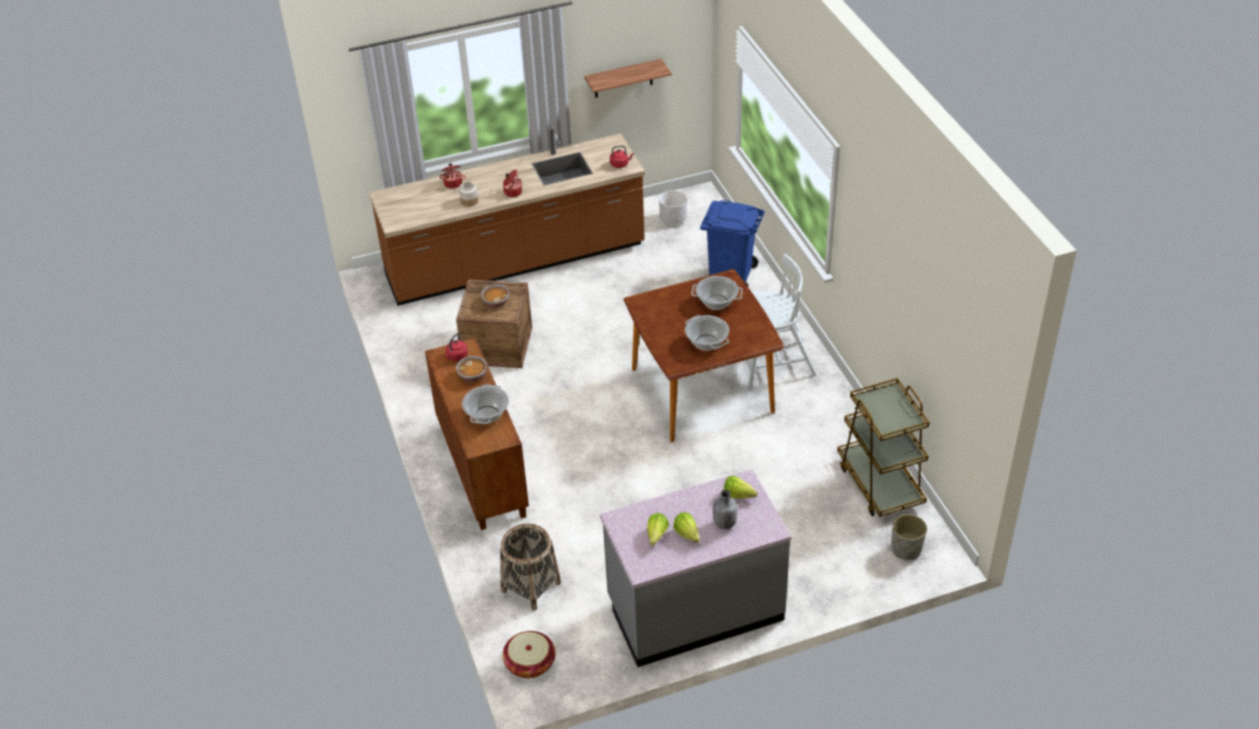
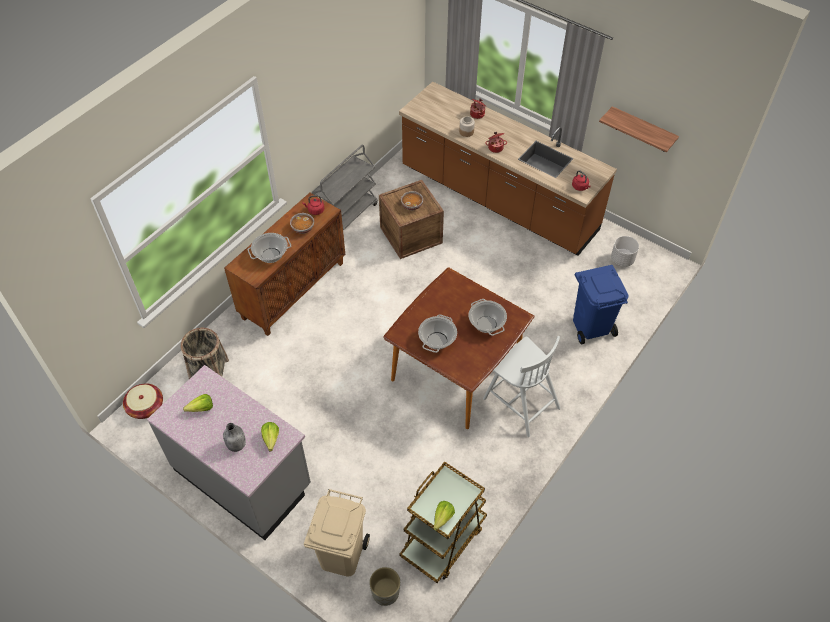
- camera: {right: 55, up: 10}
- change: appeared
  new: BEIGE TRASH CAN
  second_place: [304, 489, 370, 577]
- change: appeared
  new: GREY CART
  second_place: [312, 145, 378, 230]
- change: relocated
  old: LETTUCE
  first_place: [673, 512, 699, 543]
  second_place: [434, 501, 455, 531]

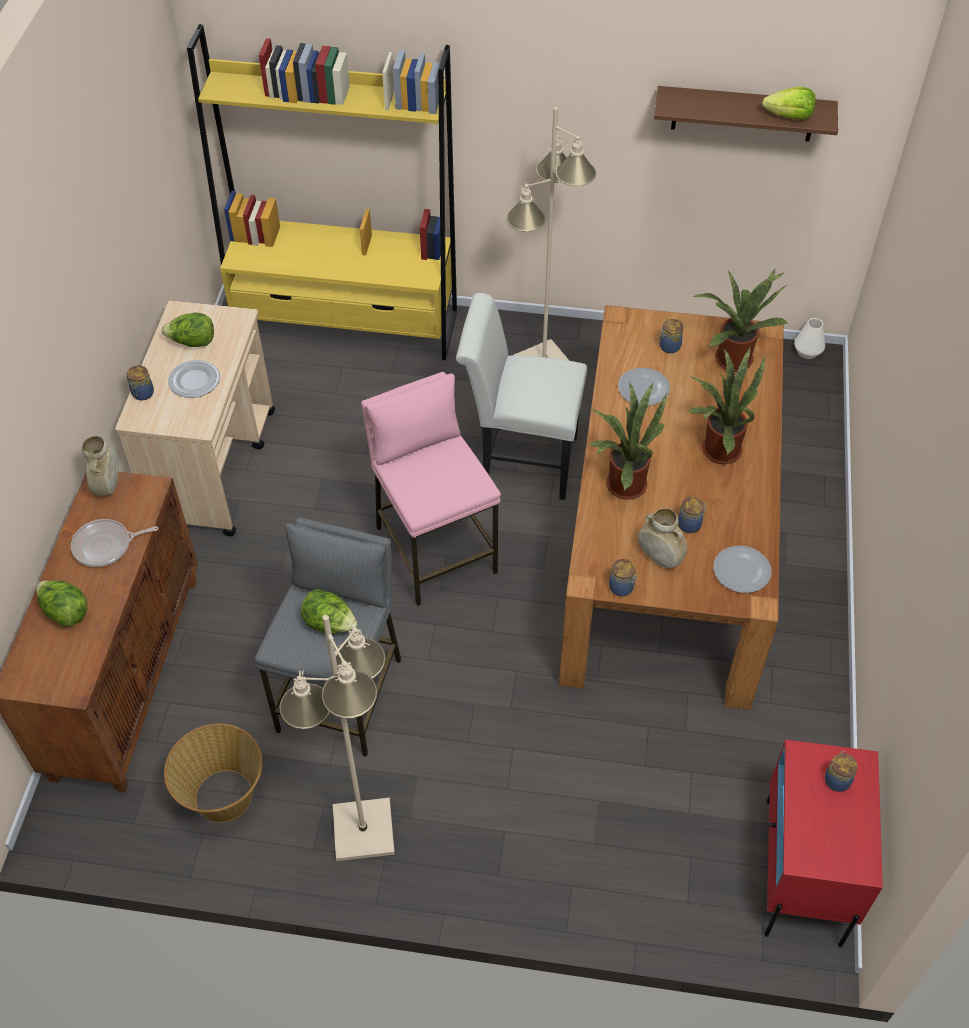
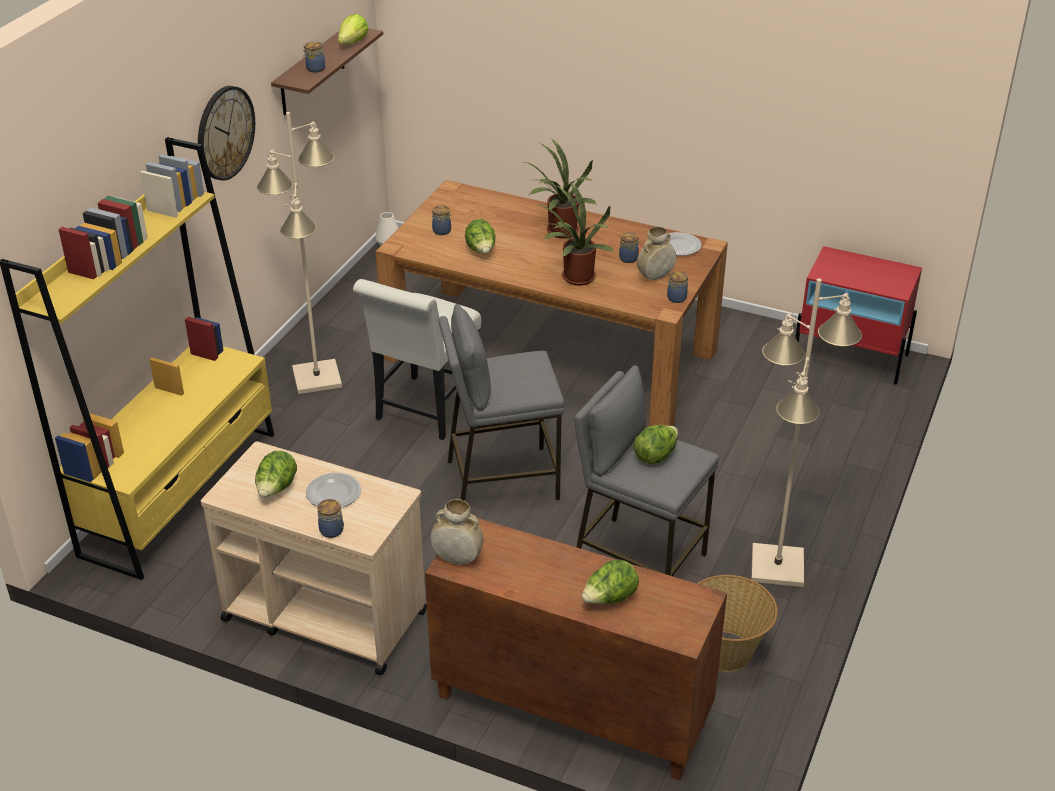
- camera: {right: -75, up: -15}
- change: missing
  old: FRYING PAN
  first_place: [71, 519, 158, 567]
- change: missing
  old: POTTED PLANT
  first_place: [692, 268, 789, 372]
- change: appeared
  new: WALL CLOCK
  second_place: [198, 86, 255, 181]
- change: relocated
  old: JAR
  first_place: [825, 751, 858, 792]
  second_place: [303, 41, 325, 72]
- change: exchanged
  old: PLATE
  new: LETTUCE
  first_place: [618, 368, 670, 406]
  second_place: [465, 219, 496, 253]
- change: colour
  old: PINK STOOL
  new: GREY STOOL
  first_place: [361, 372, 501, 606]
  second_place: [438, 304, 564, 501]

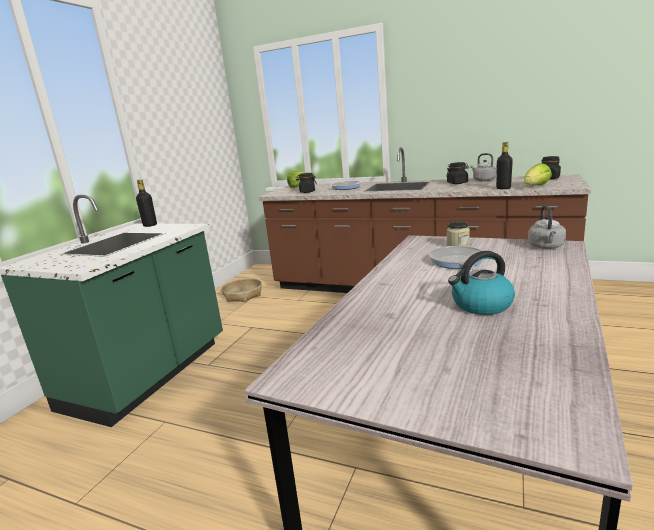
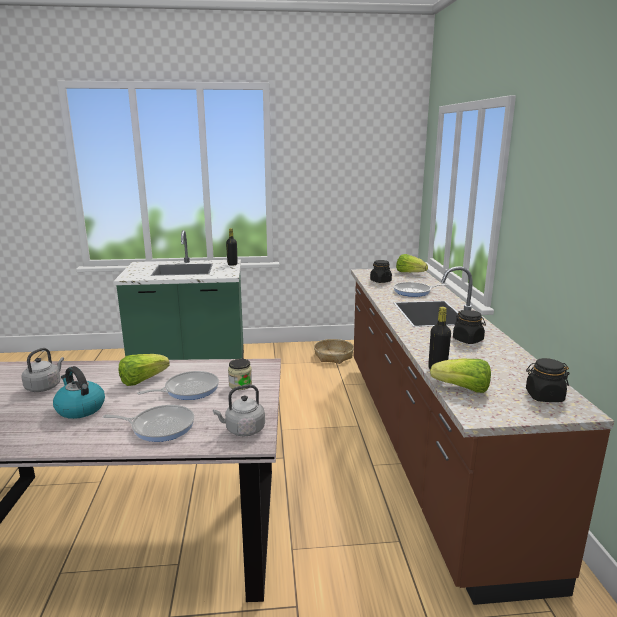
- camera: {right: 60, up: 0}
- change: appeared
  new: FRYING PAN
  second_place: [103, 405, 194, 442]
- change: appeared
  new: LETTUCE
  second_place: [119, 354, 170, 386]
- change: relocated
  old: GREY KETTLE
  first_place: [470, 153, 496, 182]
  second_place: [21, 348, 64, 392]

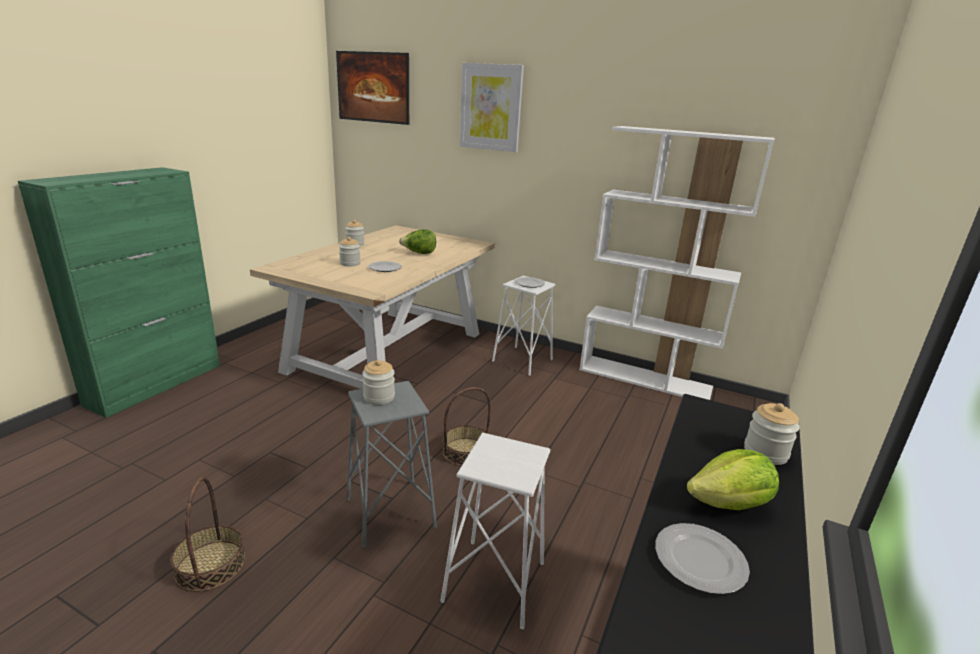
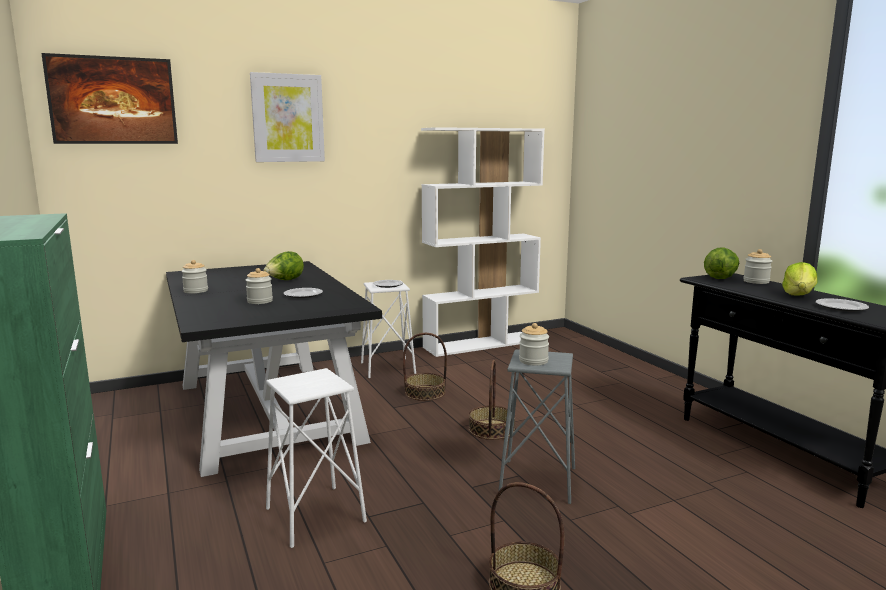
- camera: {right: -50, up: -10}
- change: appeared
  new: BASKET
  second_place: [403, 333, 447, 401]
- change: appeared
  new: LETTUCE
  second_place: [704, 247, 739, 279]
- change: relocated
  old: WHITE STOOL
  first_place: [440, 433, 550, 629]
  second_place: [266, 368, 367, 548]
- change: colour
  old: BEIGE DINING TABLE
  new: BLACK DINING TABLE
  first_place: [250, 225, 495, 389]
  second_place: [166, 261, 382, 477]

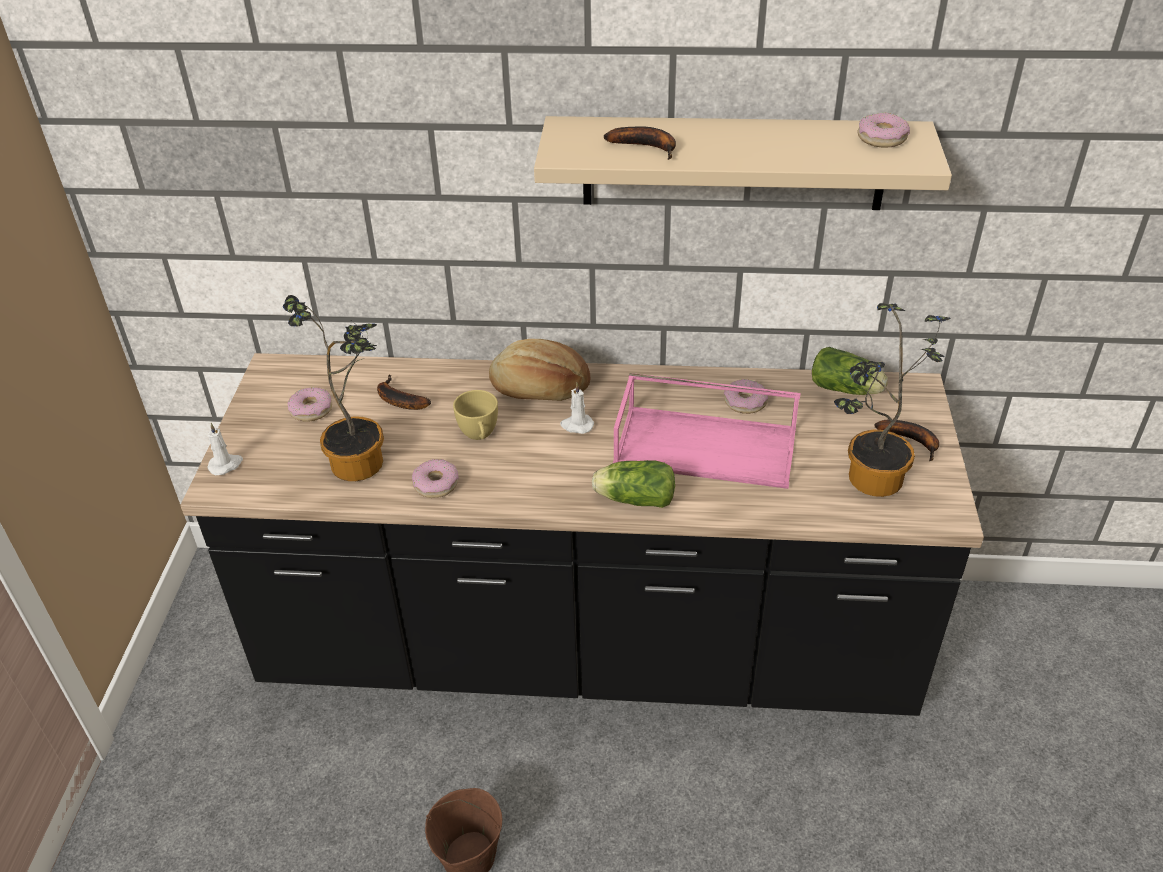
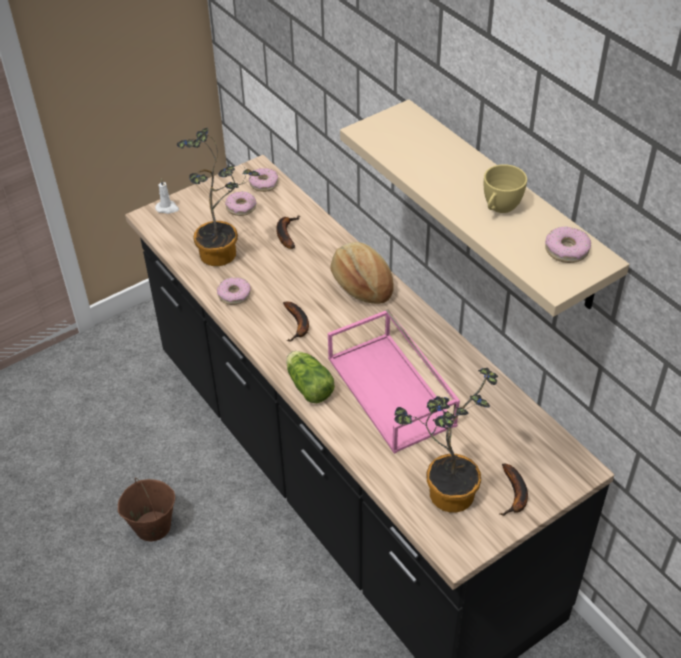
- camera: {right: 50, up: 5}
- change: missing
  old: WHITE CANDLE
  first_place: [560, 383, 594, 434]
- change: missing
  old: LETTUCE
  first_place: [812, 347, 888, 395]
- change: relocated
  old: YELLOW CUP
  first_place: [453, 390, 498, 440]
  second_place: [484, 164, 527, 213]
- change: relocated
  old: BANANA
  first_place: [604, 127, 676, 160]
  second_place: [283, 302, 309, 342]
- change: relocated
  old: DONUT
  first_place: [724, 379, 768, 414]
  second_place: [249, 168, 279, 192]

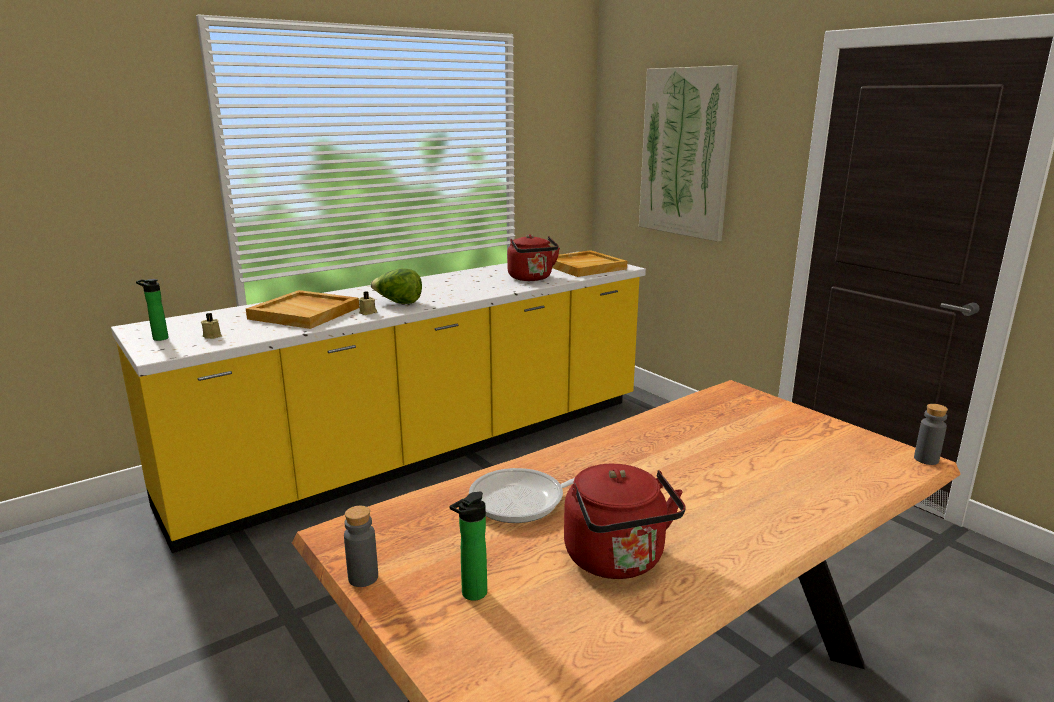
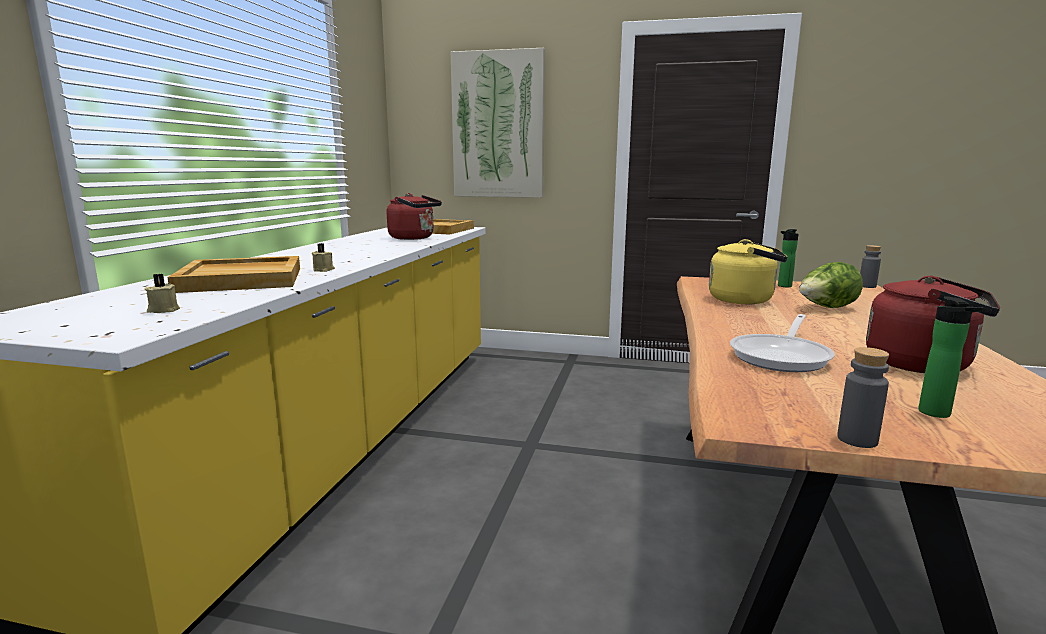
- camera: {right: -40, up: -5}
- change: appeared
  new: YELLOW KETTLE
  second_place: [709, 239, 787, 304]
- change: relocated
  old: BOTTLE
  first_place: [136, 279, 168, 341]
  second_place: [778, 229, 798, 287]
- change: relocated
  old: LETTUCE
  first_place: [370, 268, 422, 304]
  second_place: [799, 262, 863, 308]

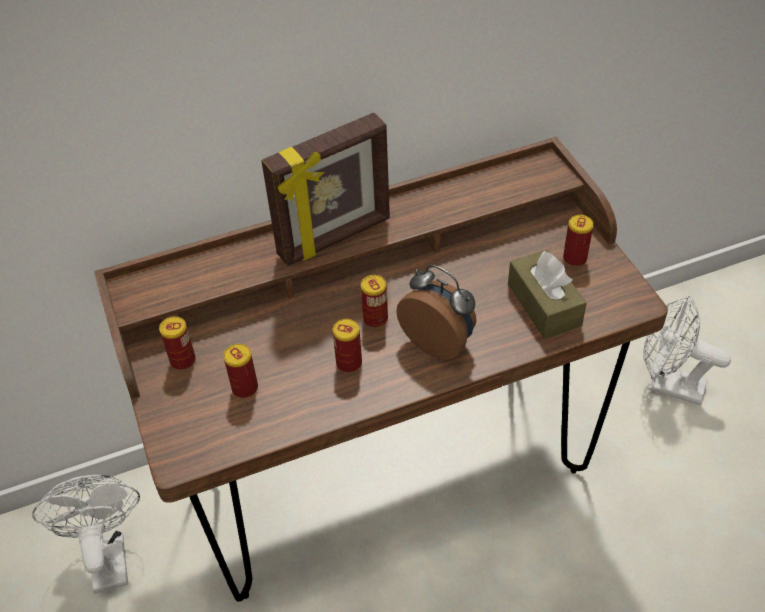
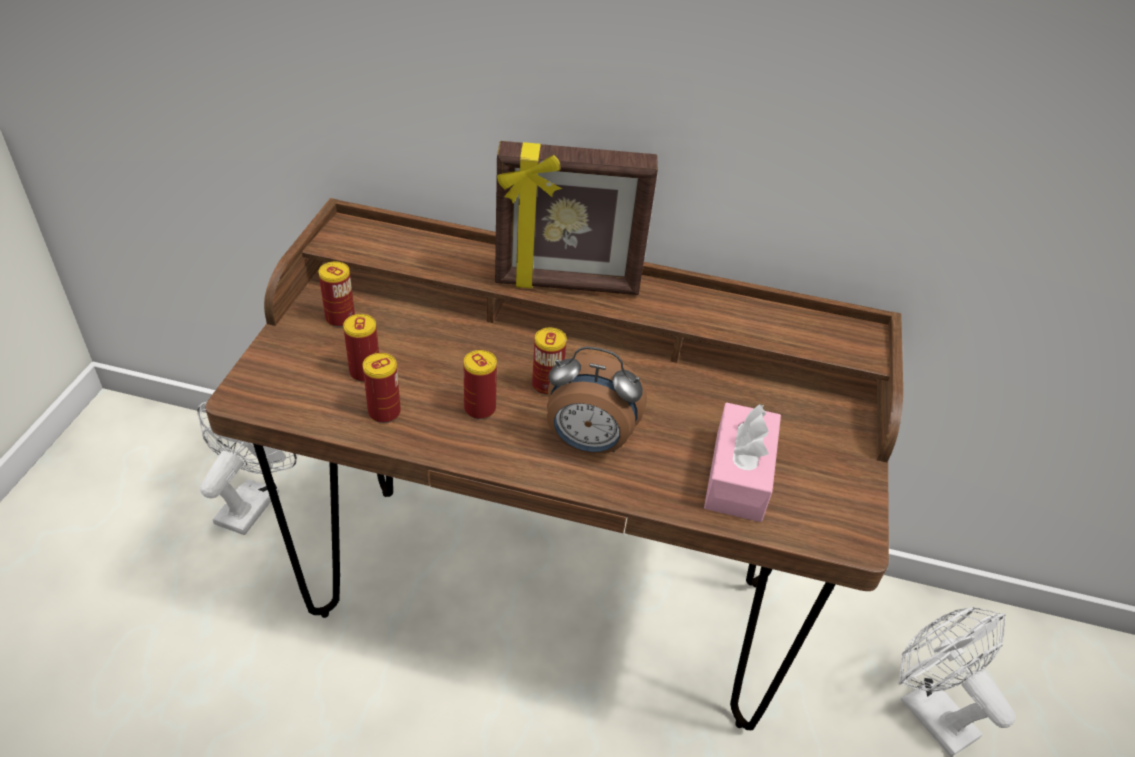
- camera: {right: 30, up: -5}
- change: relocated
  old: CAN
  first_place: [563, 215, 594, 267]
  second_place: [363, 353, 401, 423]
- change: colour
  old: BROWN TISSUE BOX
  new: PINK TISSUE BOX
  first_place: [508, 250, 587, 339]
  second_place: [704, 403, 781, 522]
- change: spun
  old: ALARM CLOCK
  first_place: [396, 265, 476, 360]
  second_place: [547, 347, 647, 454]
  degrees: 120

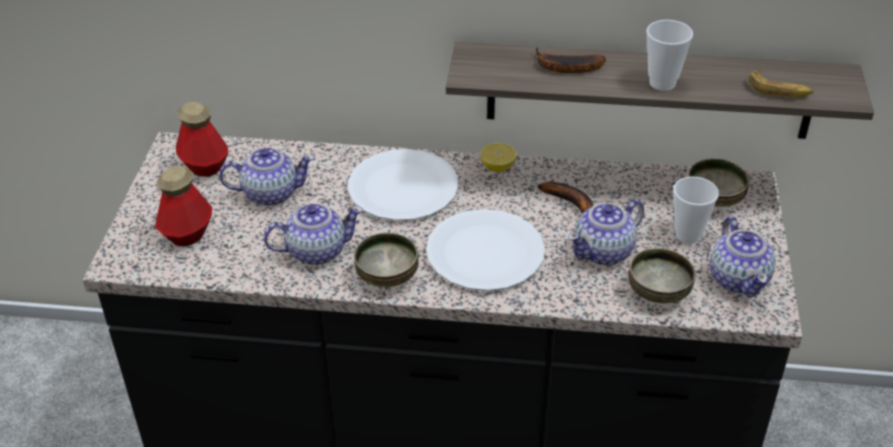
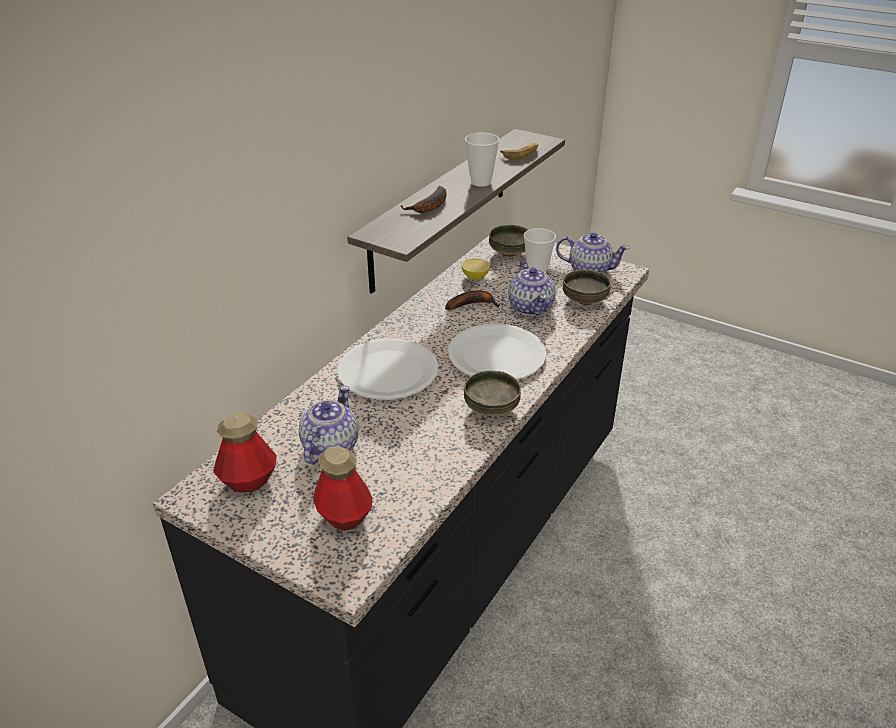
- camera: {right: -65, up: -5}
- change: missing
  old: TEAPOT
  first_place: [263, 203, 363, 265]
- change: relocated
  old: LEMON
  first_place: [480, 143, 517, 172]
  second_place: [461, 258, 490, 280]

